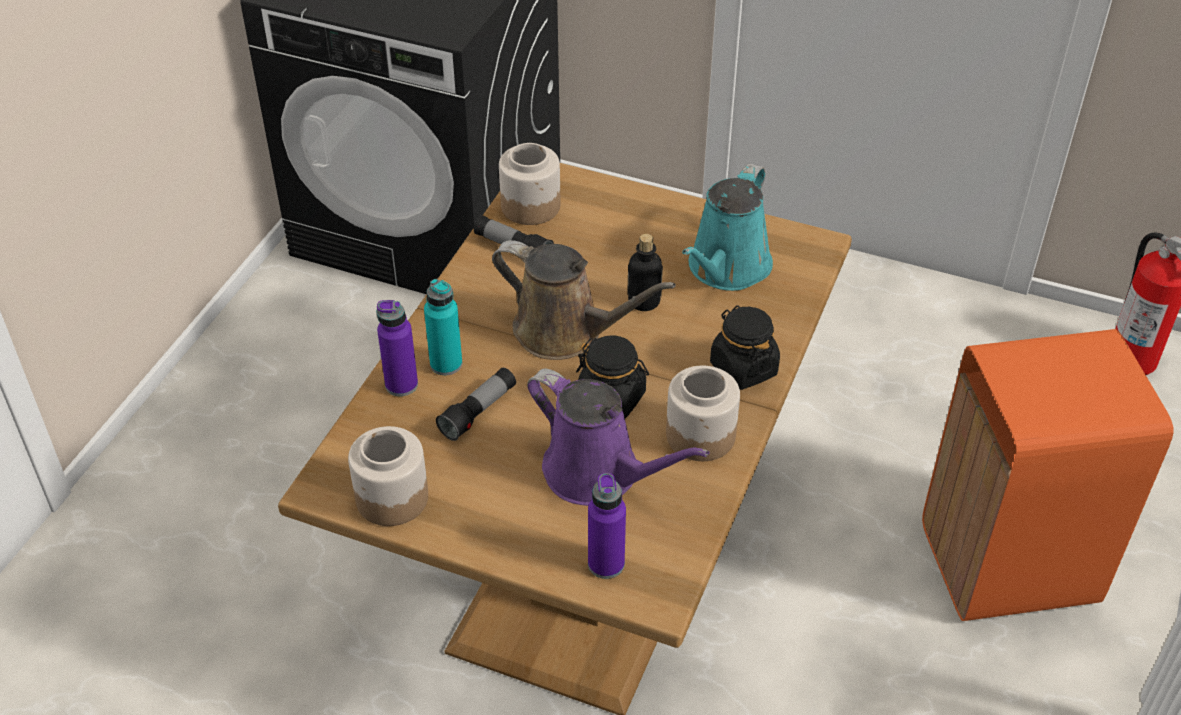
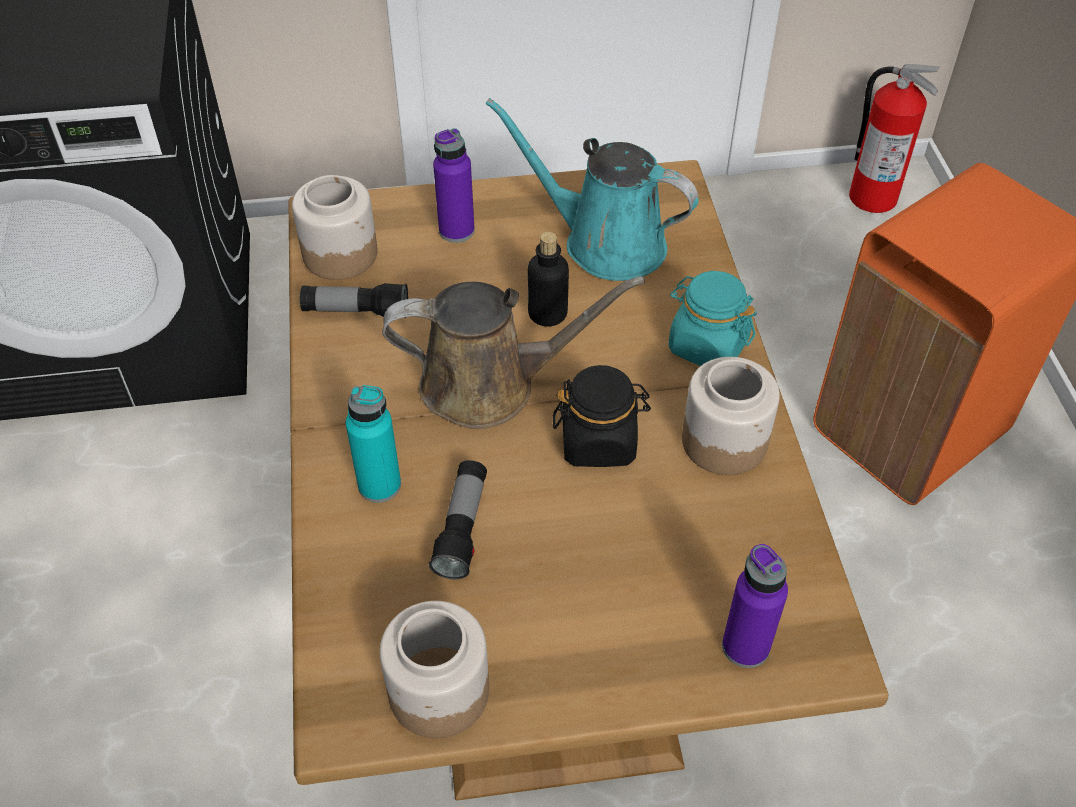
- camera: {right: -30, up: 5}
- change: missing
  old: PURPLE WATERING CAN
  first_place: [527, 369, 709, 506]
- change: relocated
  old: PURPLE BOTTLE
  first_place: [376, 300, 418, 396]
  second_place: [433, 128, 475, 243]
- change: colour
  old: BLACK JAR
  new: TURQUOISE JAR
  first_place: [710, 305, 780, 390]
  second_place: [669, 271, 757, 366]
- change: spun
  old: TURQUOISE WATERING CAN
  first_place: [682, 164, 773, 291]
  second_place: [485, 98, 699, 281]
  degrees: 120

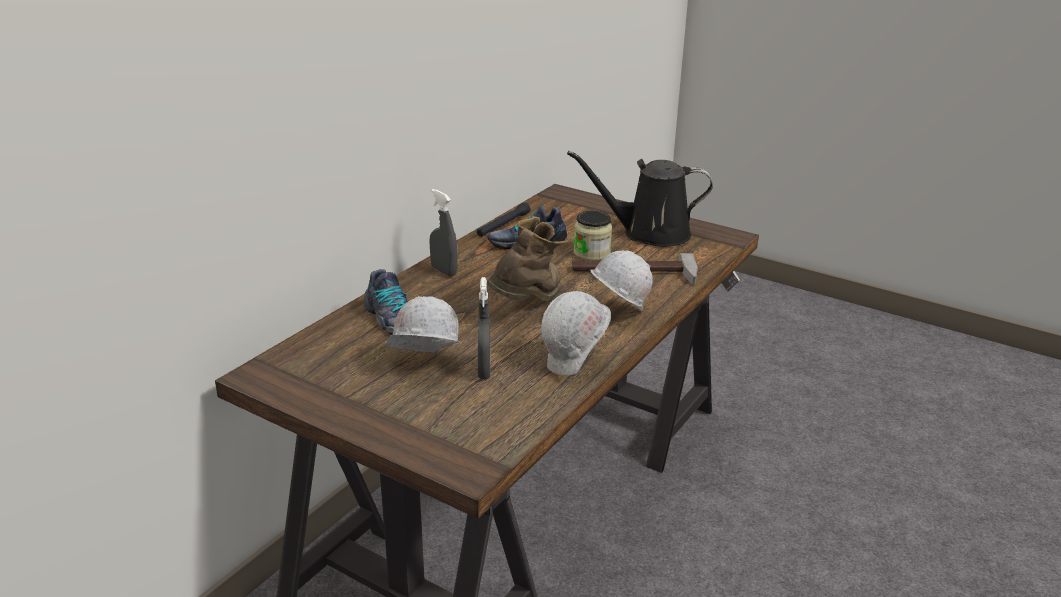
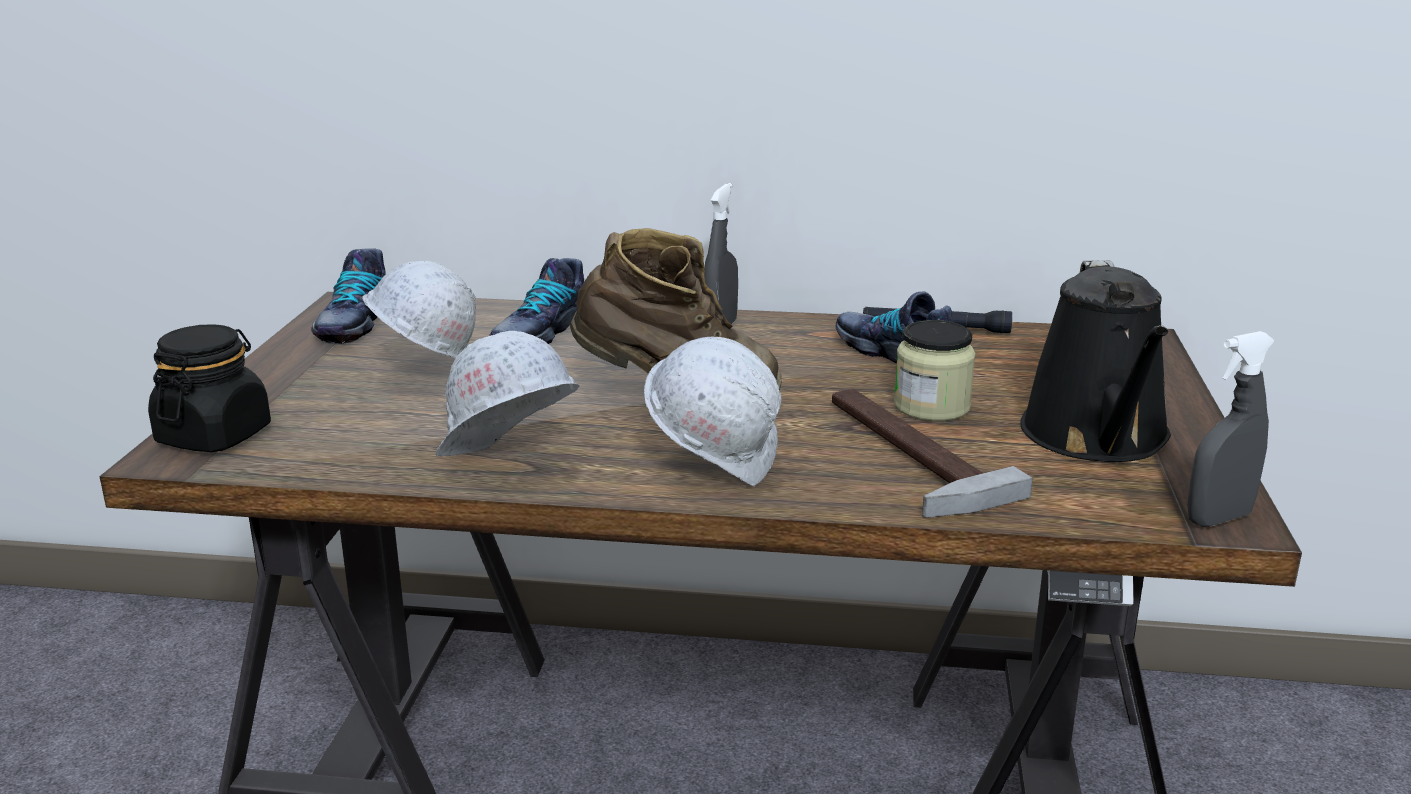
- camera: {right: 65, up: -5}
- change: appeared
  new: BLACK JAR
  second_place: [148, 324, 271, 452]
- change: appeared
  new: SHOE
  second_place: [311, 248, 386, 344]
- change: relocated
  old: GREY SPRAY BOTTLE
  first_place: [478, 277, 490, 379]
  second_place: [1187, 331, 1275, 527]
- change: spun
  old: BLACK WATERING CAN
  first_place: [567, 151, 713, 247]
  second_place: [1020, 260, 1171, 462]
  degrees: -150

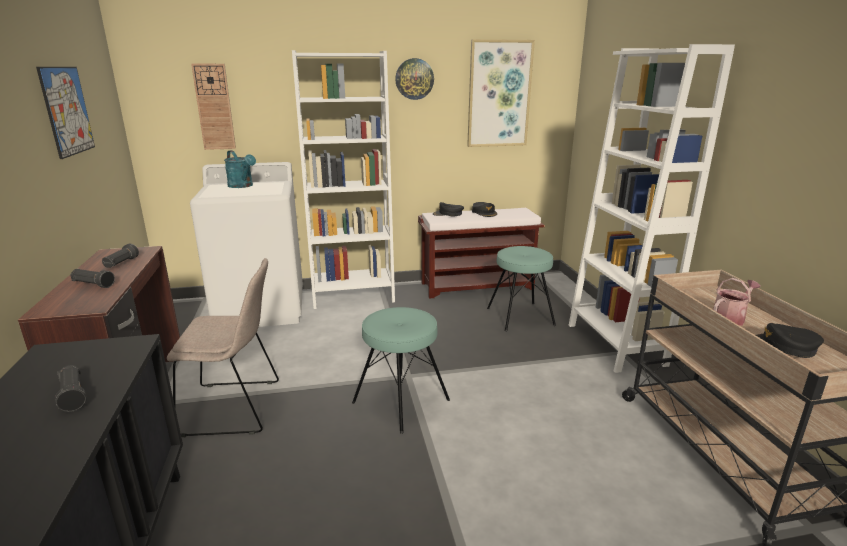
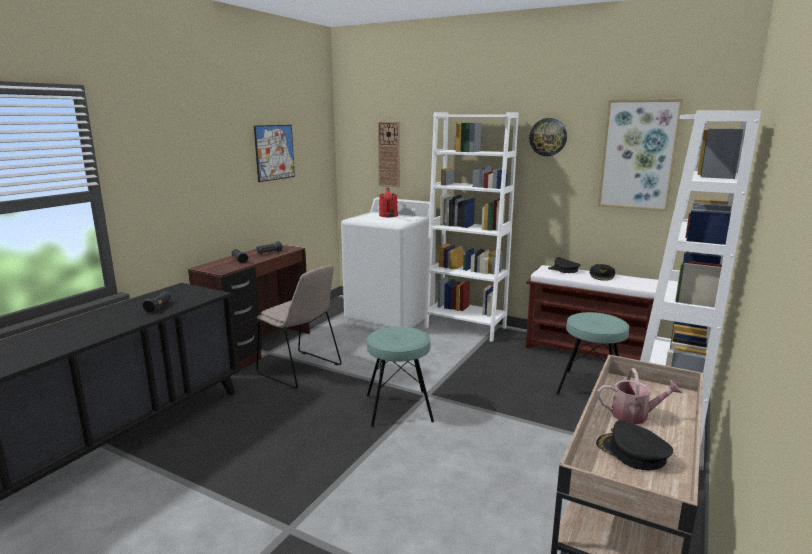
- camera: {right: 40, up: -5}
- change: colour
  old: TURQUOISE WATERING CAN
  new: RED WATERING CAN
  first_place: [224, 150, 256, 188]
  second_place: [379, 188, 398, 217]

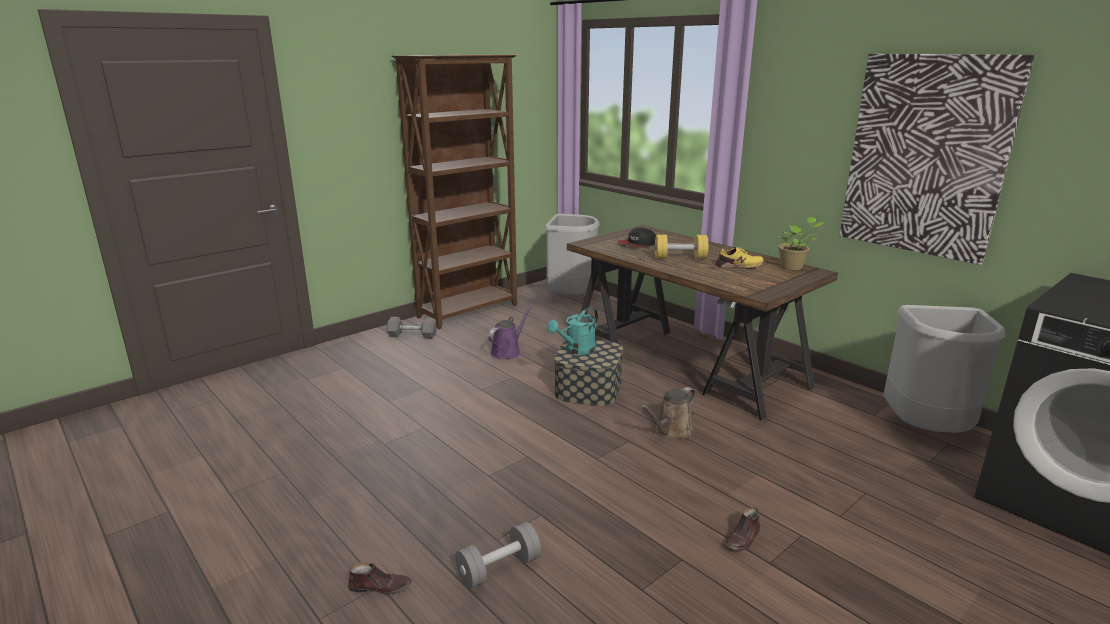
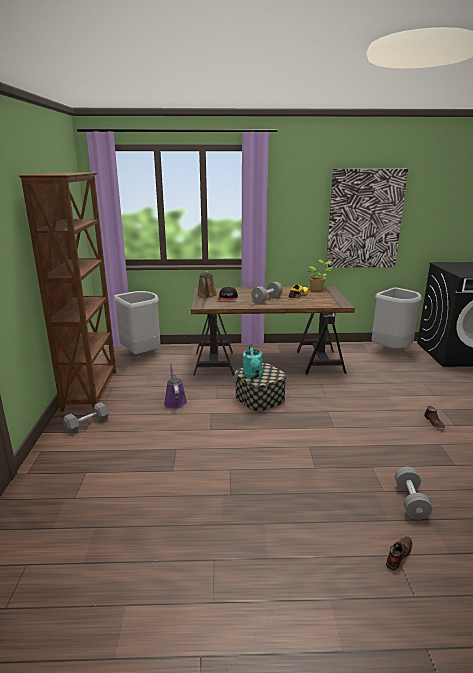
- camera: {right: -50, up: 0}
- change: relocated
  old: BROWN WATERING CAN
  first_place: [641, 387, 696, 440]
  second_place: [197, 271, 217, 298]
- change: colour
  old: YELLOW DUMBBELL
  new: GREY DUMBBELL
  first_place: [655, 235, 708, 259]
  second_place: [251, 282, 283, 303]

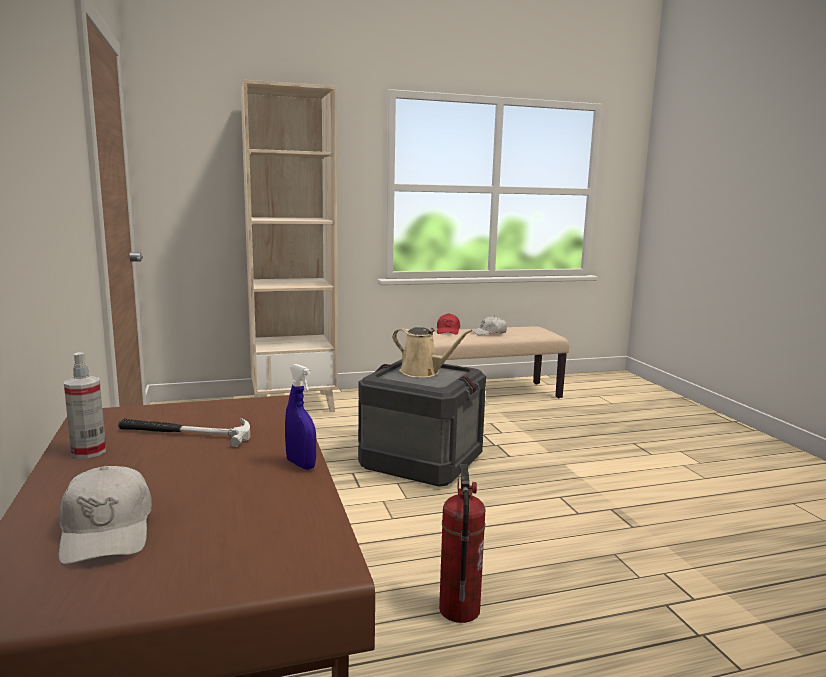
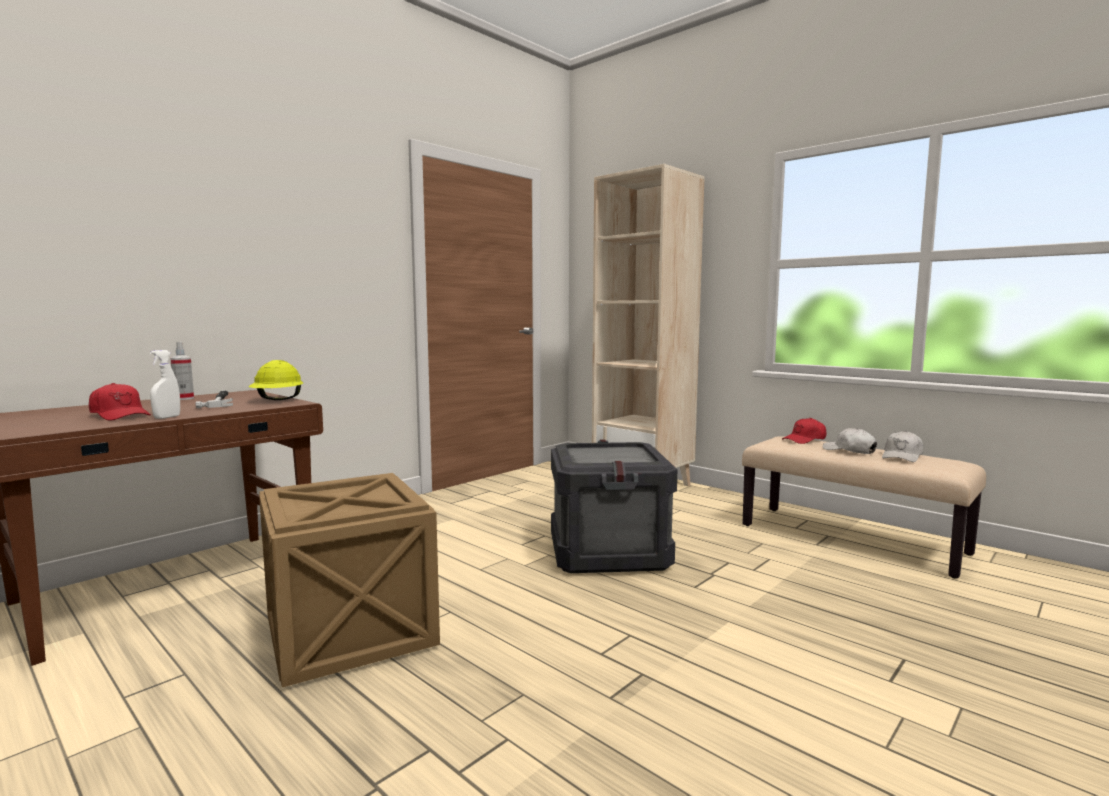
- camera: {right: 60, up: -5}
- change: missing
  old: BEIGE WATERING CAN
  first_place: [393, 327, 473, 378]
- change: appeared
  new: RED CAP
  second_place: [89, 383, 151, 421]
- change: appeared
  new: YELLOW HARD HAT
  second_place: [249, 360, 303, 400]
- change: relocated
  old: WHITE CAP
  first_place: [59, 466, 152, 565]
  second_place: [882, 431, 924, 462]
- change: exchanged
  old: FIRE EXTINGUISHER
  new: CRATE
  first_place: [439, 464, 485, 623]
  second_place: [259, 473, 440, 687]
- change: colour
  old: BLUE SPRAY BOTTLE
  new: WHITE SPRAY BOTTLE
  first_place: [285, 364, 316, 470]
  second_place: [150, 350, 180, 419]

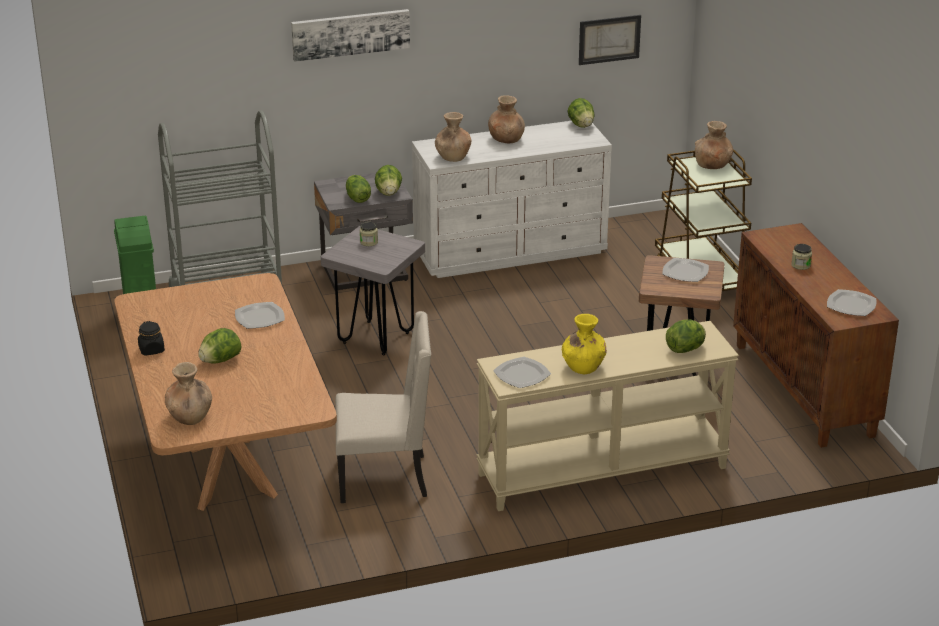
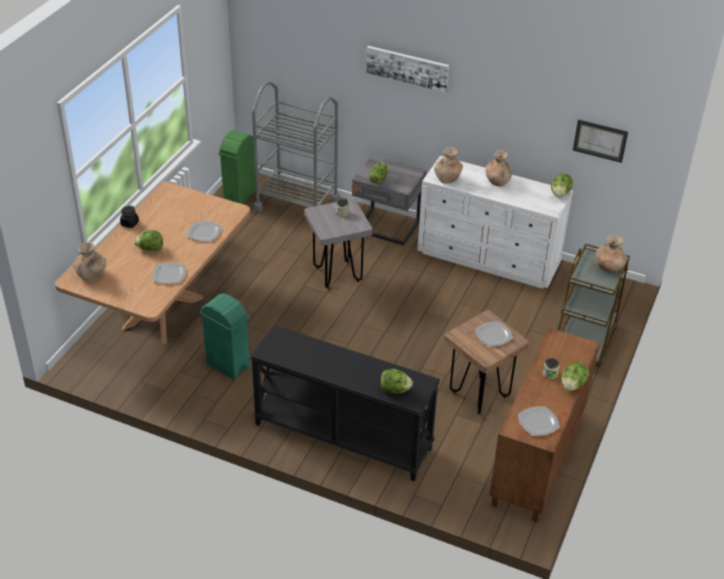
- camera: {right: 40, up: 10}
- change: missing
  old: YELLOW VASE
  first_place: [562, 314, 607, 374]
- change: relocated
  old: LETTUCE
  first_place: [375, 165, 402, 196]
  second_place: [561, 362, 590, 391]
- change: relocated
  old: PLATE
  first_place: [493, 357, 551, 388]
  second_place: [152, 262, 186, 284]
- change: exchanged
  old: BEIGE CHAIR
  new: GREEN TRASH CAN
  first_place: [335, 311, 431, 503]
  second_place: [200, 293, 250, 380]
- change: colour
  old: BEIGE CONSOLE TABLE
  new: BLACK CONSOLE TABLE
  first_place: [476, 321, 739, 511]
  second_place: [250, 325, 440, 482]

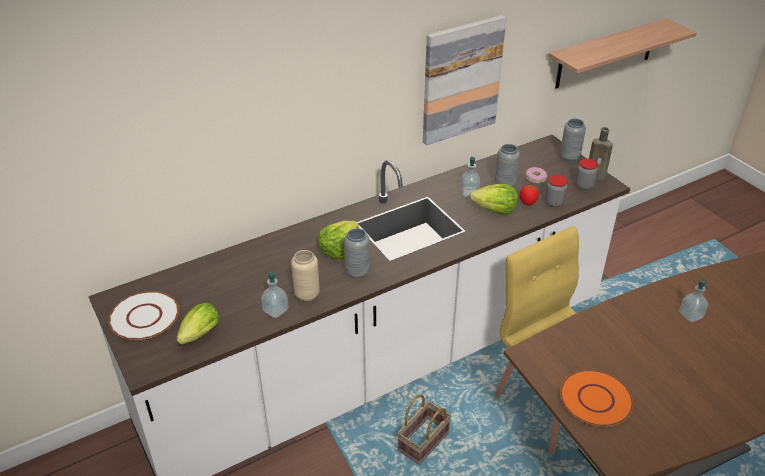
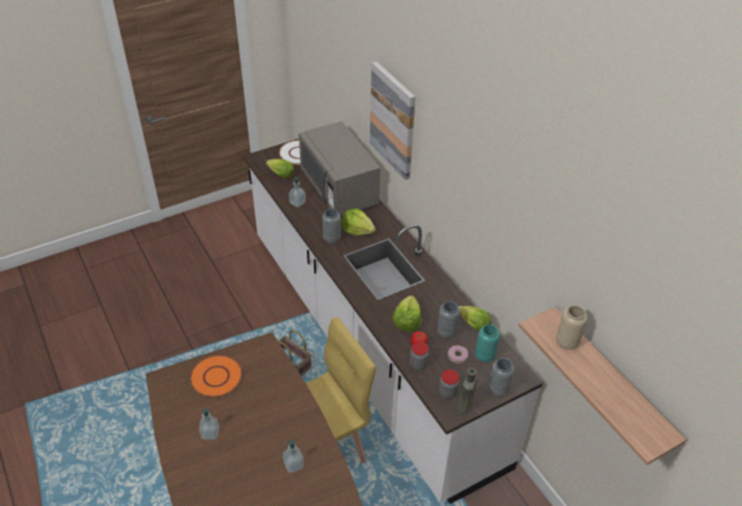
- camera: {right: 90, up: 5}
- change: appeared
  new: GREY MICROWAVE
  second_place: [299, 121, 380, 216]
- change: appeared
  new: LETTUCE
  second_place: [459, 306, 492, 331]
- change: appeared
  new: TURQUOISE VASE
  second_place: [475, 324, 500, 362]
- change: relocated
  old: BEIGE VASE
  first_place: [291, 250, 320, 301]
  second_place: [556, 305, 588, 350]
- change: relocated
  old: PICTURE
  first_place: [423, 15, 506, 146]
  second_place: [370, 61, 415, 180]
- change: relocated
  old: SOAP DISPENSER
  first_place: [461, 156, 480, 197]
  second_place: [199, 408, 219, 440]

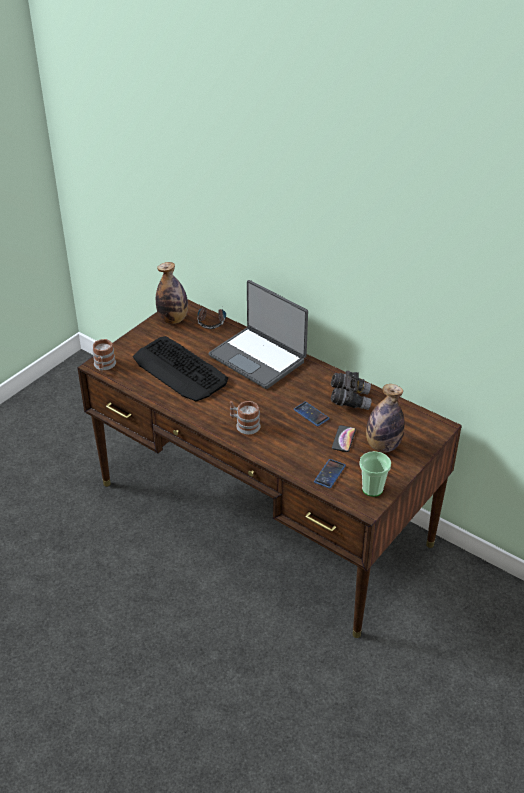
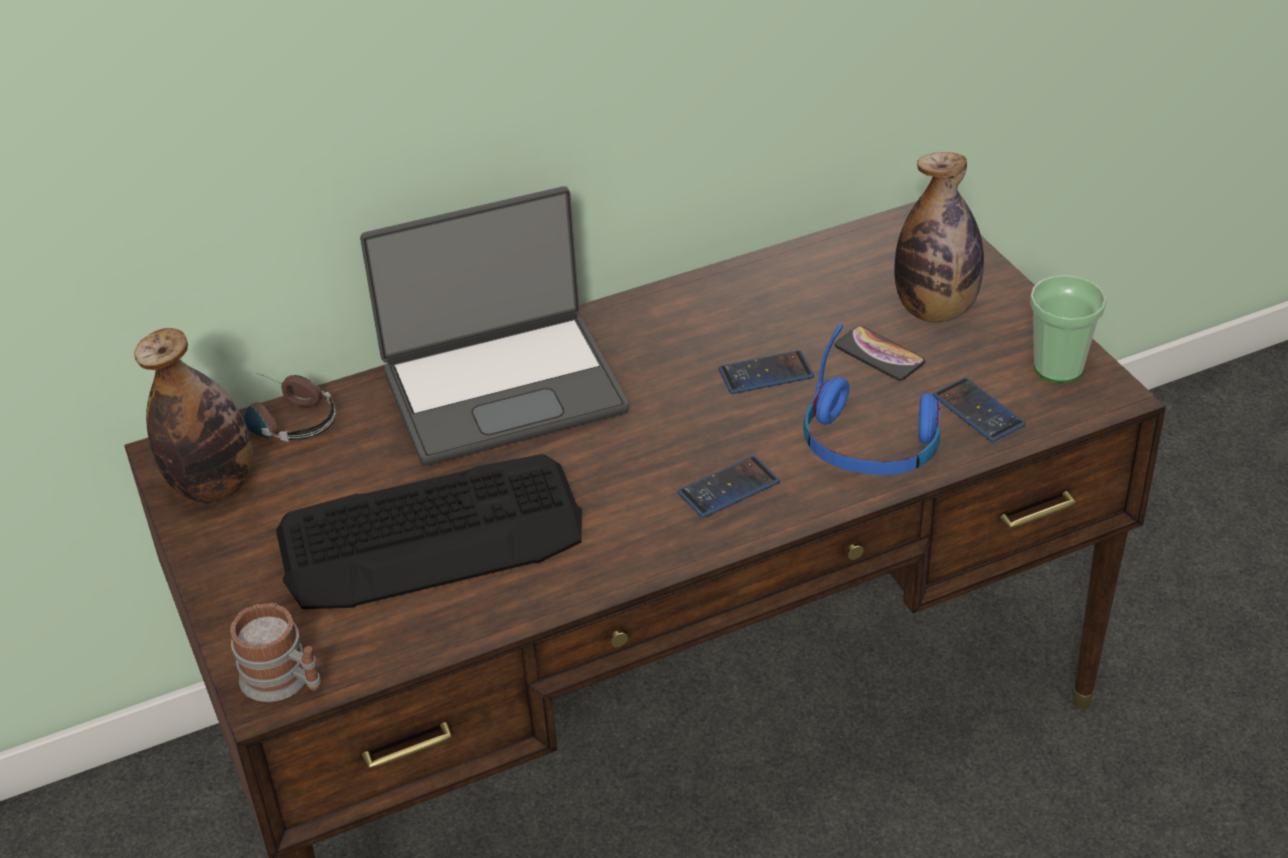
- camera: {right: -60, up: 0}
- change: missing
  old: GREY BINOCULARS
  first_place: [331, 371, 372, 410]
- change: appeared
  new: BLUE HEADPHONES
  second_place: [803, 324, 940, 475]
- change: exchanged
  old: MUG
  new: PHONE
  first_place: [230, 401, 260, 435]
  second_place: [677, 456, 780, 518]

